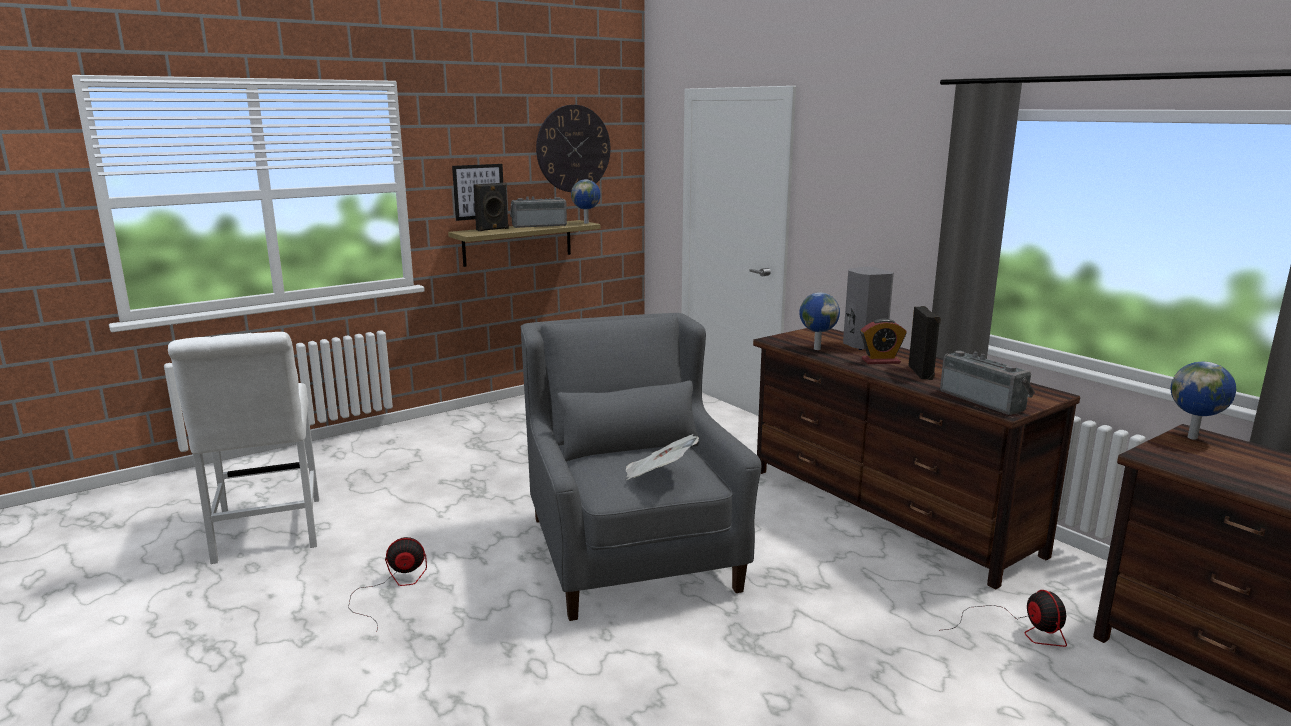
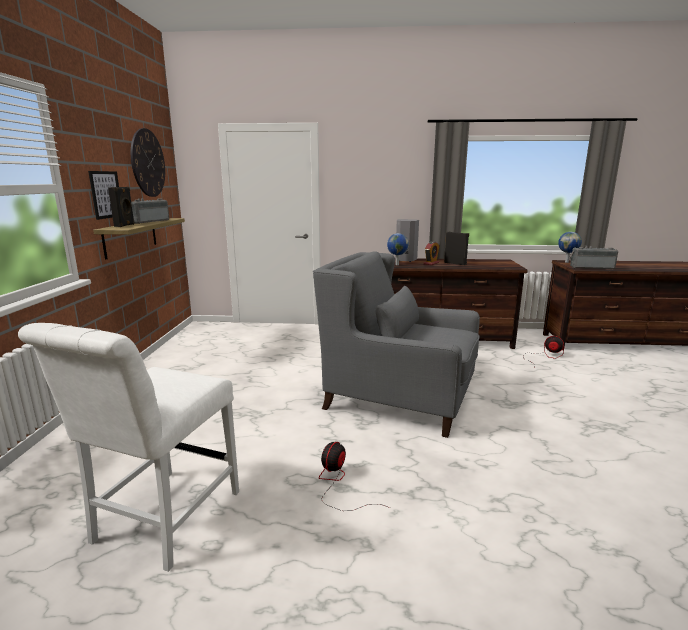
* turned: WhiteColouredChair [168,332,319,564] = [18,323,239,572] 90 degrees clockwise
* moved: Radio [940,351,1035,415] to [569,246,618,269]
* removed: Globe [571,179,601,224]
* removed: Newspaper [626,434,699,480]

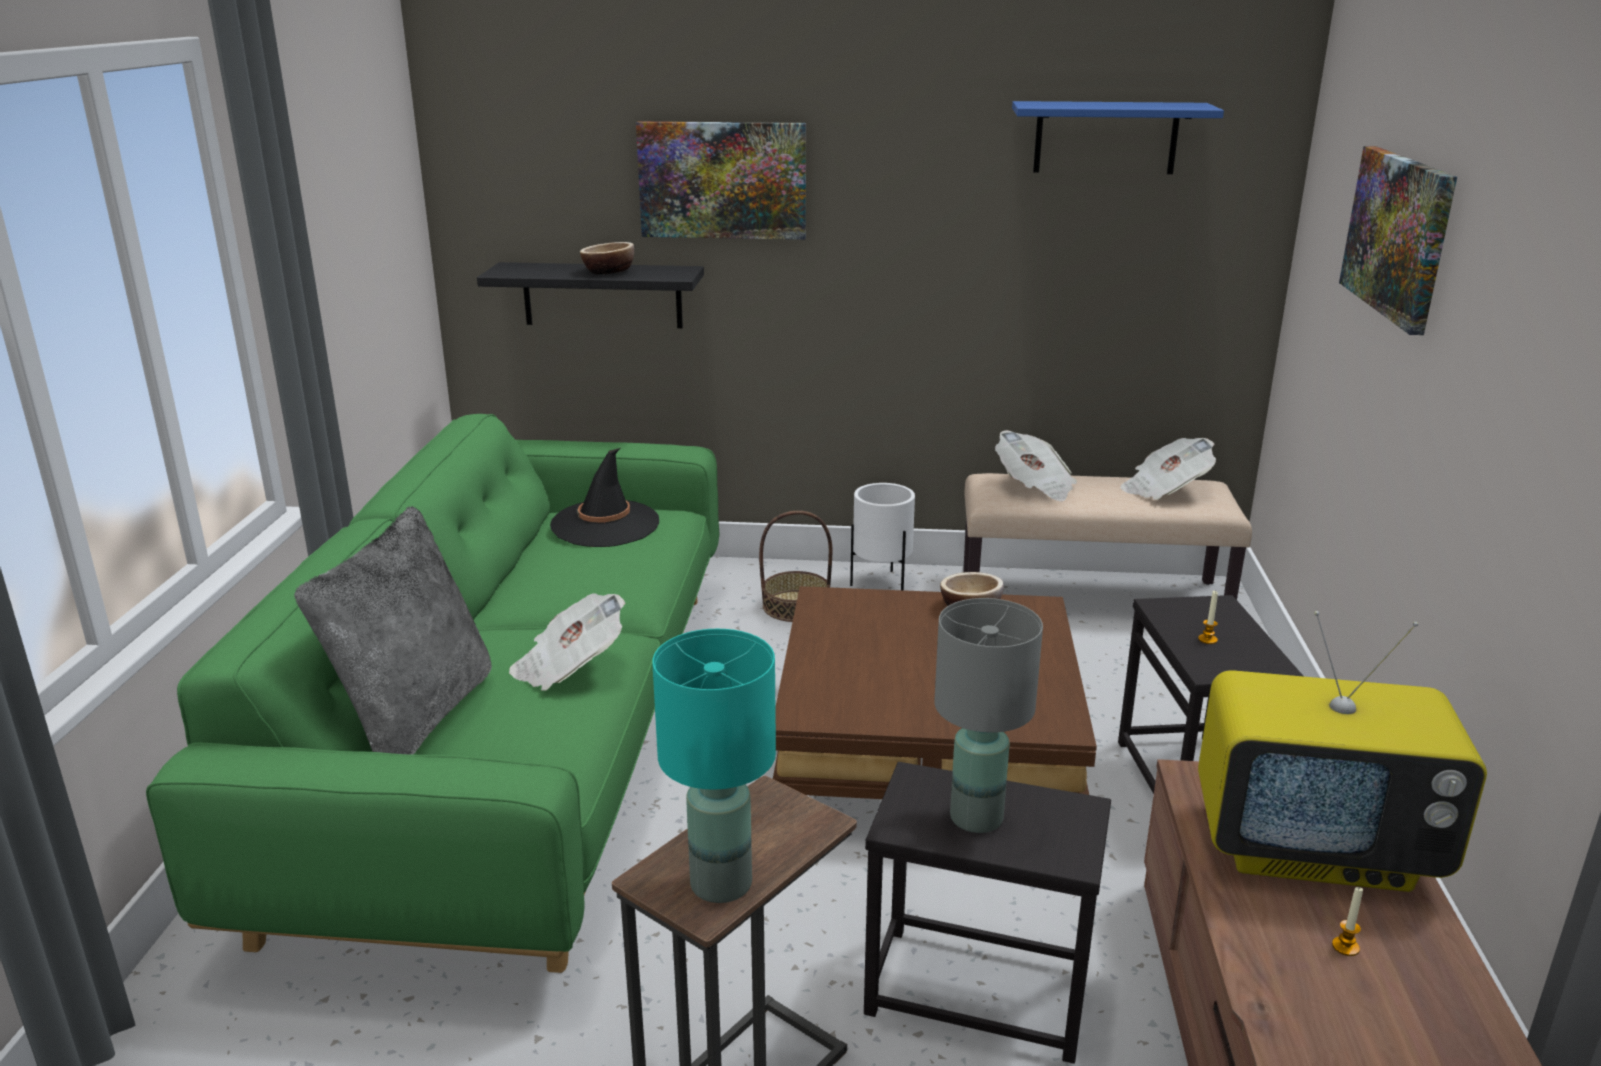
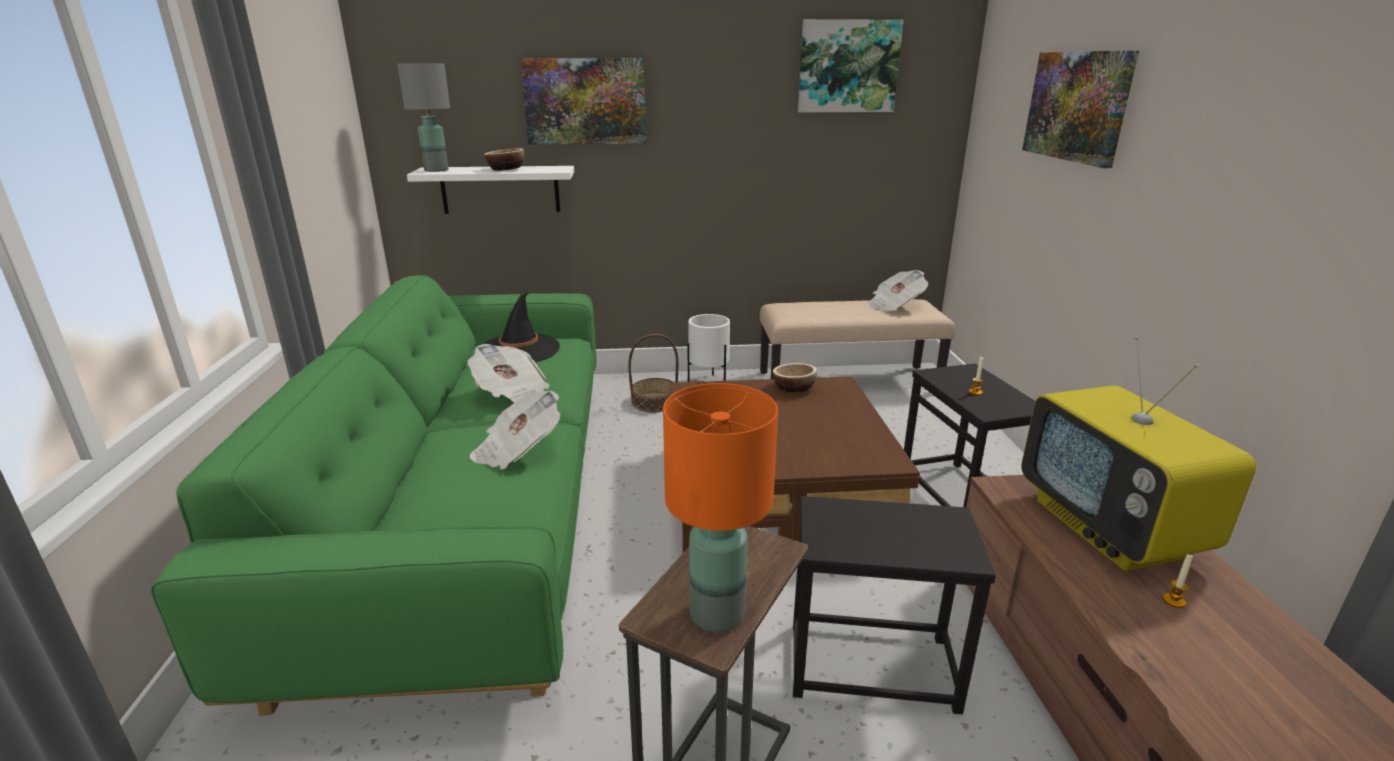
* moved: GreyTabletopLamp [934,598,1043,833] to [397,63,450,172]
* recoloured: BlackishBracketShelf [477,262,704,328] to WhiteColouredBracketShelf [407,166,574,214]
* moved: Newspaper [995,430,1077,502] to [467,344,550,403]
* recoloured: BlueGreenTabletopLamp [652,629,776,903] to OrangeyTabletopLamp [663,383,778,633]
* replaced: BlueBracketShelf [1012,101,1224,174] to Picture [798,19,903,112]
* turned: Tv [1198,611,1487,892] = [1021,336,1256,571] 75 degrees clockwise
* removed: GreyPillow [294,506,492,755]

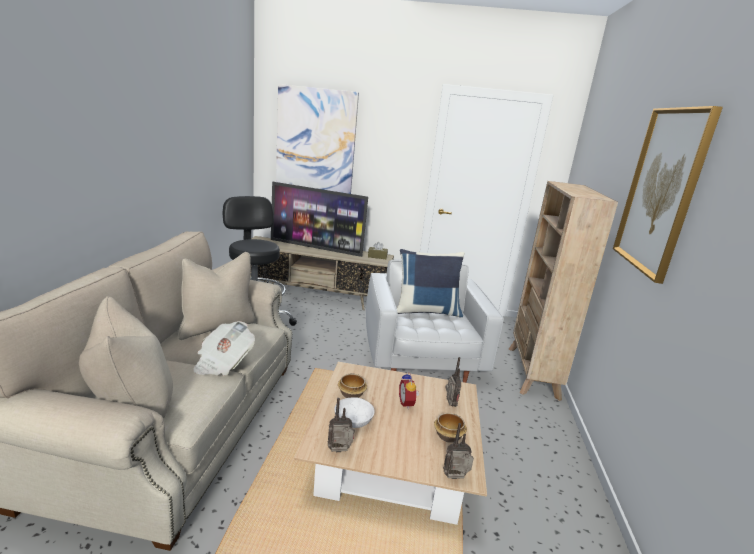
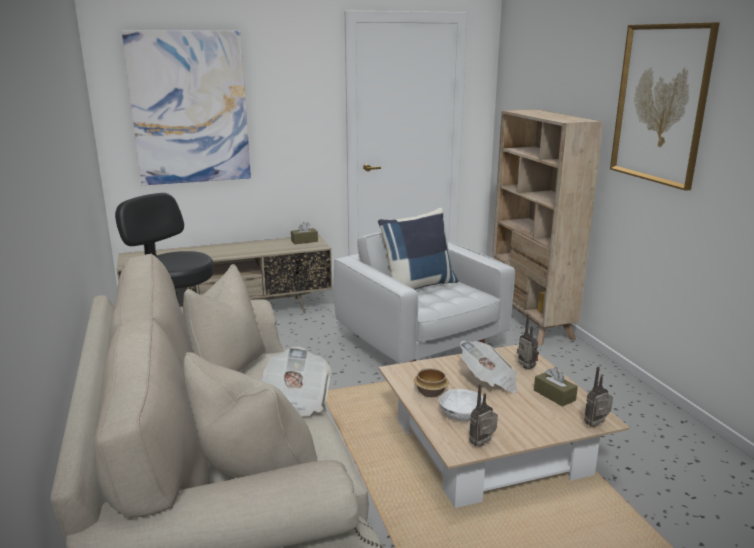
* replaced: TableClock [399,372,419,409] to Newspaper [460,341,517,393]
* replaced: Bowl [434,413,467,443] to BrownBoxOfTissues [534,367,578,407]
* removed: Tv [271,182,368,257]

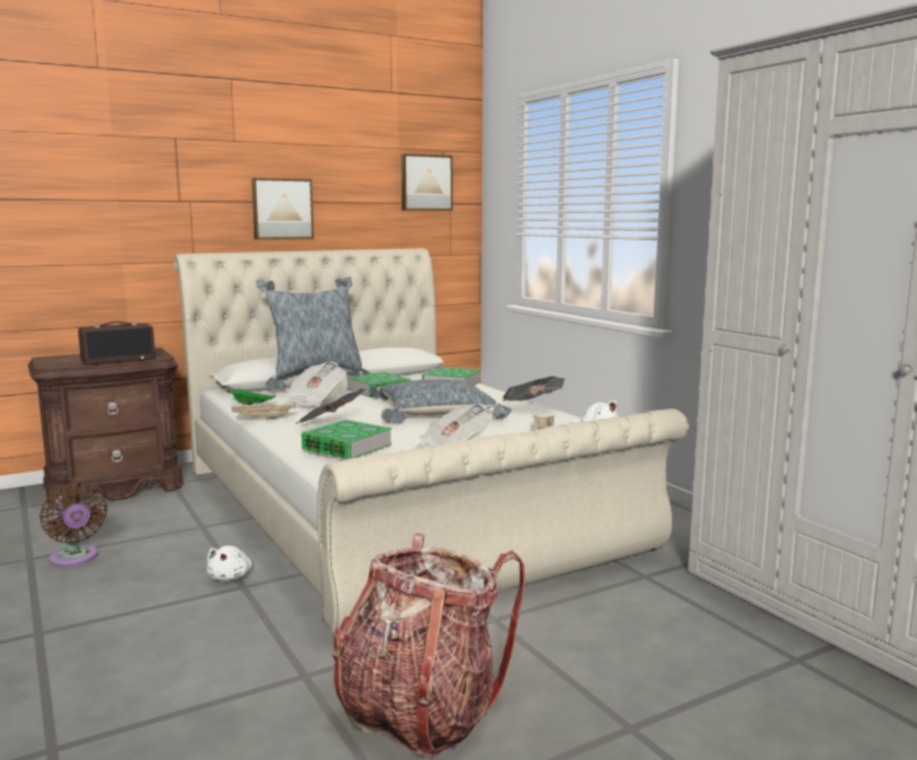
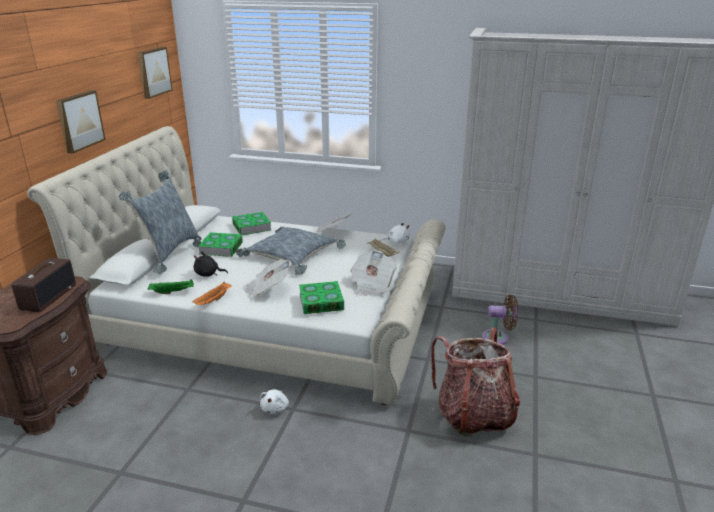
* recoloured: BeigeCarryingTray [232,402,296,420] to OrangeyCarryingTray [192,282,232,305]
* replaced: Newspaper [284,362,347,408] to BlackishPlushToy [194,251,228,277]
* turned: WhiteColouredPlushToy [207,546,252,582] = [260,389,289,414] 60 degrees clockwise
* moved: BrownFan [40,483,107,566] to [482,295,518,345]

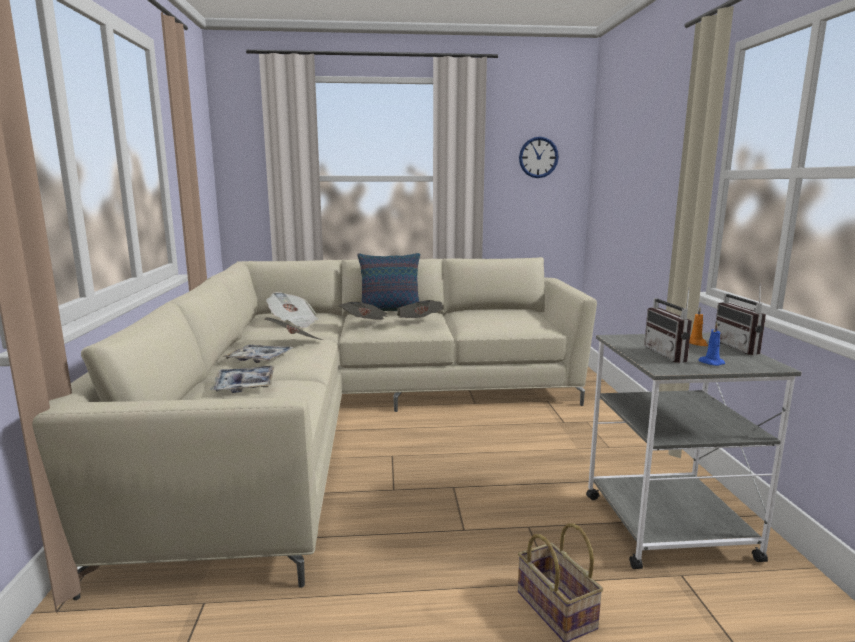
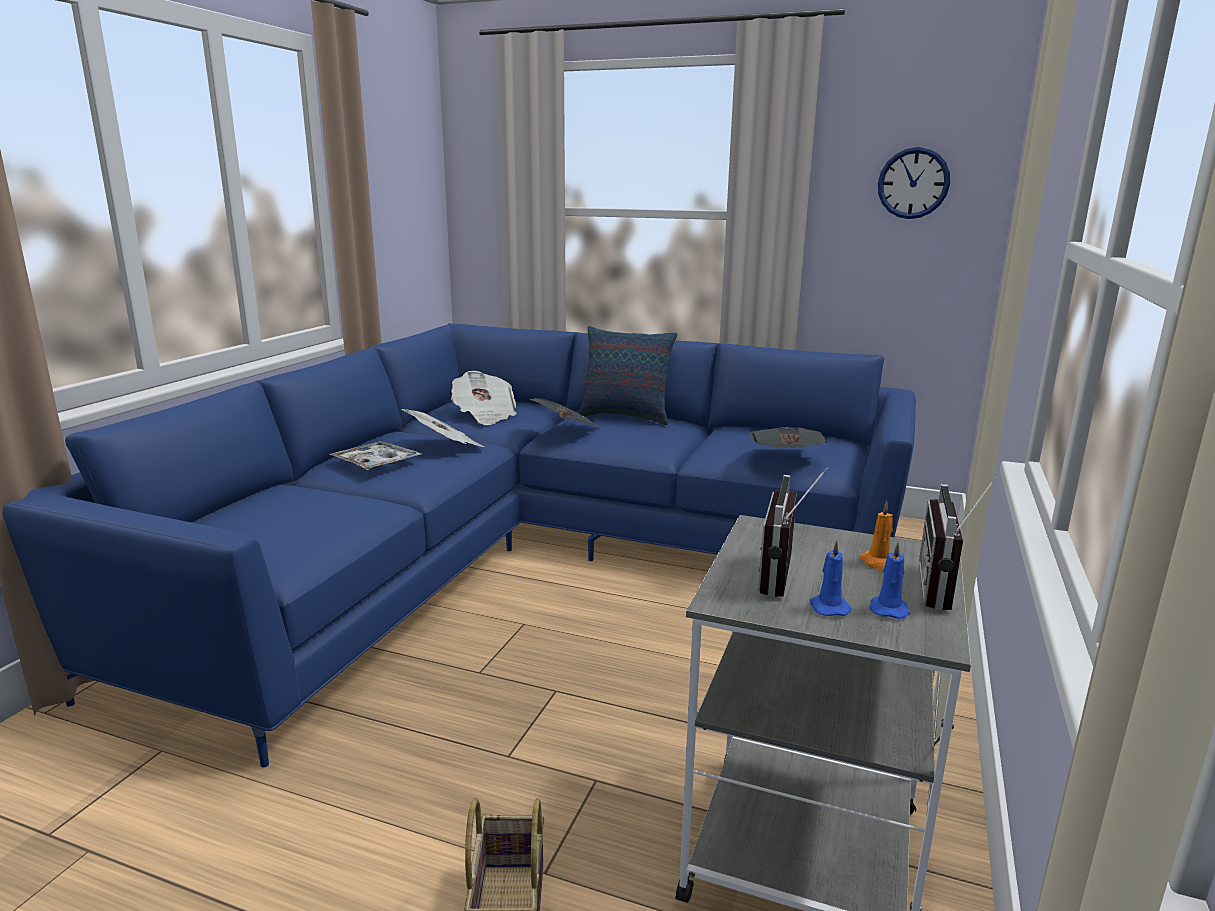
* recoloured: BeigeSofa [32,257,597,600] to BlueSofa [2,323,916,767]
* moved: Newspaper [397,300,444,318] to [749,427,827,448]
* added: BlueCandle [869,542,910,619]
* removed: CarryingTray [211,366,274,393]

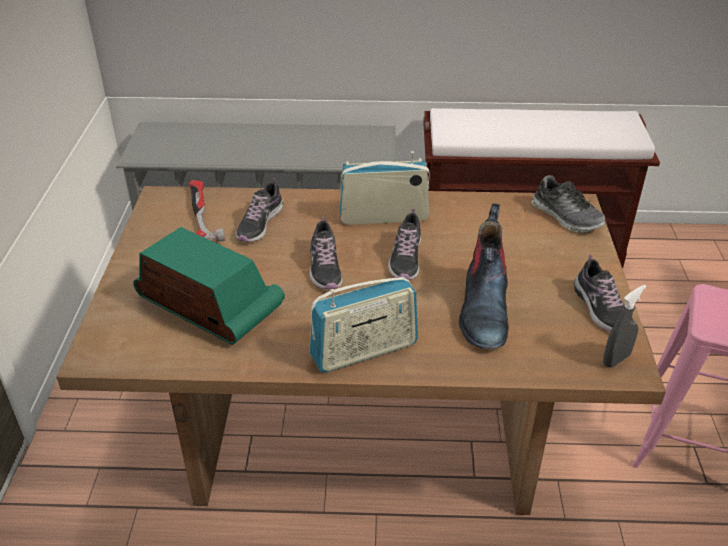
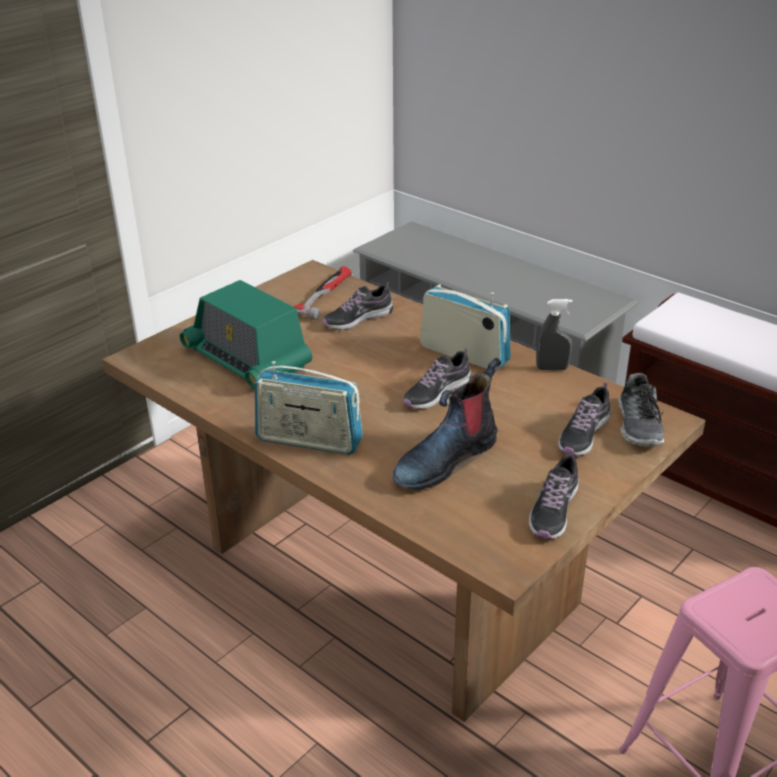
* turned: Radio [133,227,285,345] = [180,280,312,388] 150 degrees clockwise
* moved: GreySprayBottle [603,285,646,367] to [536,299,573,371]
* moved: LowShoe [310,216,343,290] to [558,382,611,456]

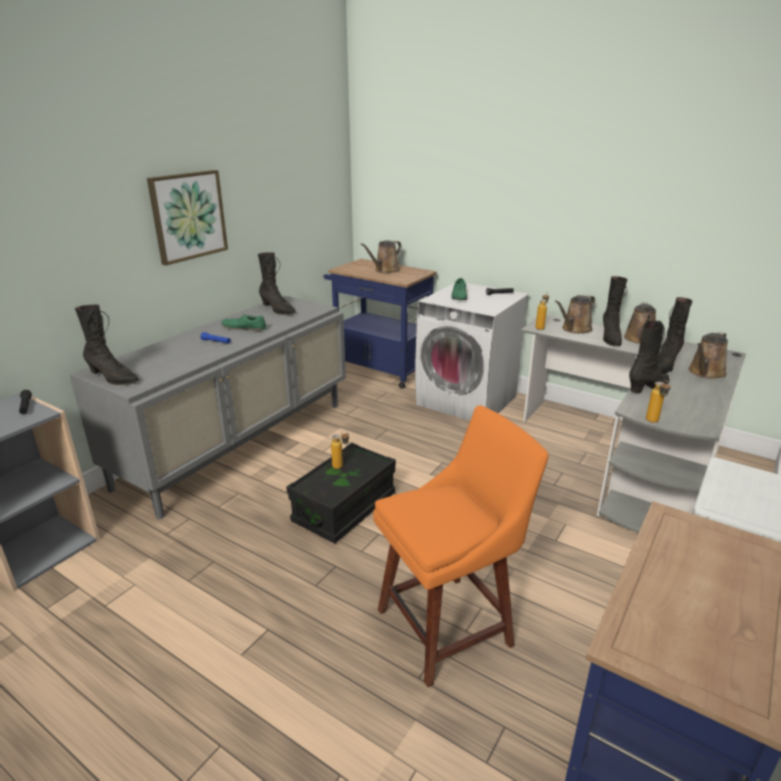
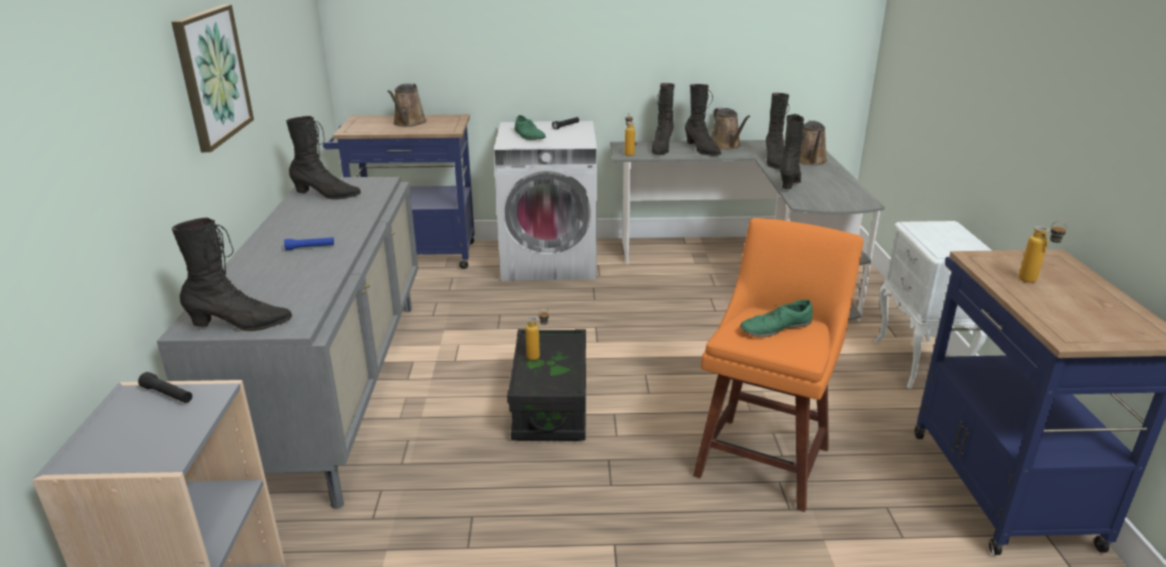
* replaced: BrownWateringCan [555,295,595,334] to BlackishTallBoot [652,83,675,155]
* moved: GreenishLowShoe [221,315,266,331] to [740,300,813,337]
* moved: BeverageBottle [646,380,671,422] to [1019,221,1067,283]

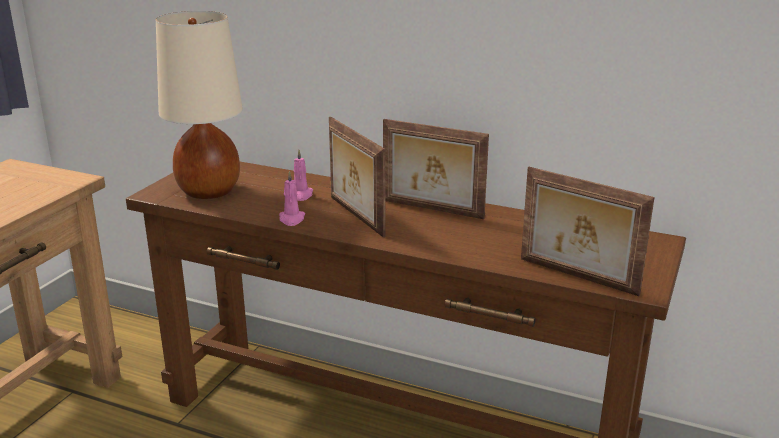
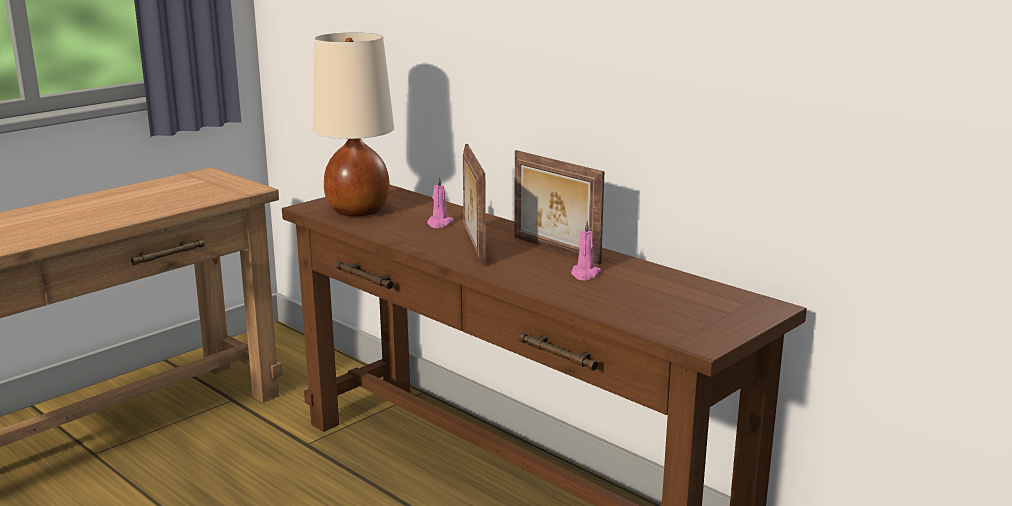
* moved: PinkColouredCandle [279,171,305,226] to [571,220,601,280]
* removed: StandingFrame [521,167,654,296]

